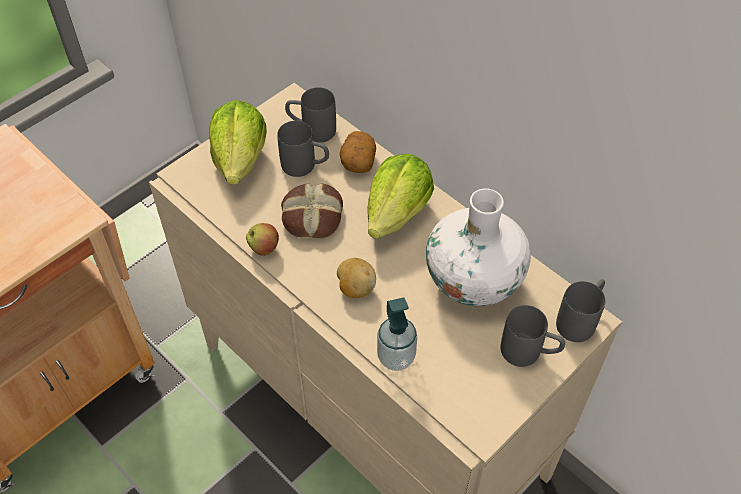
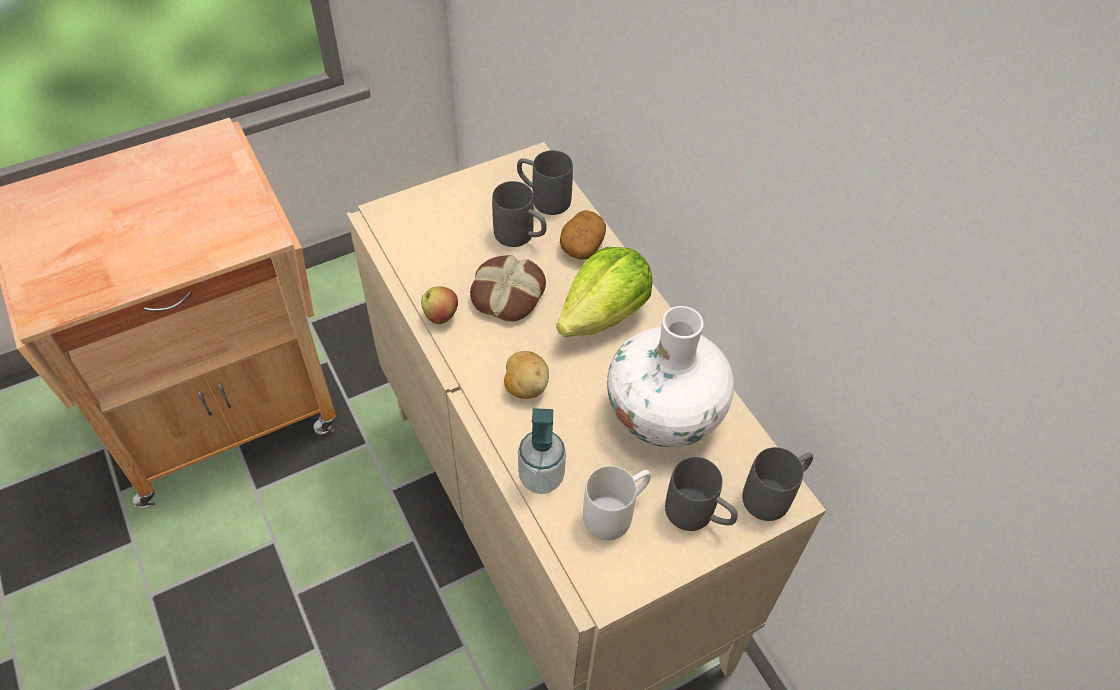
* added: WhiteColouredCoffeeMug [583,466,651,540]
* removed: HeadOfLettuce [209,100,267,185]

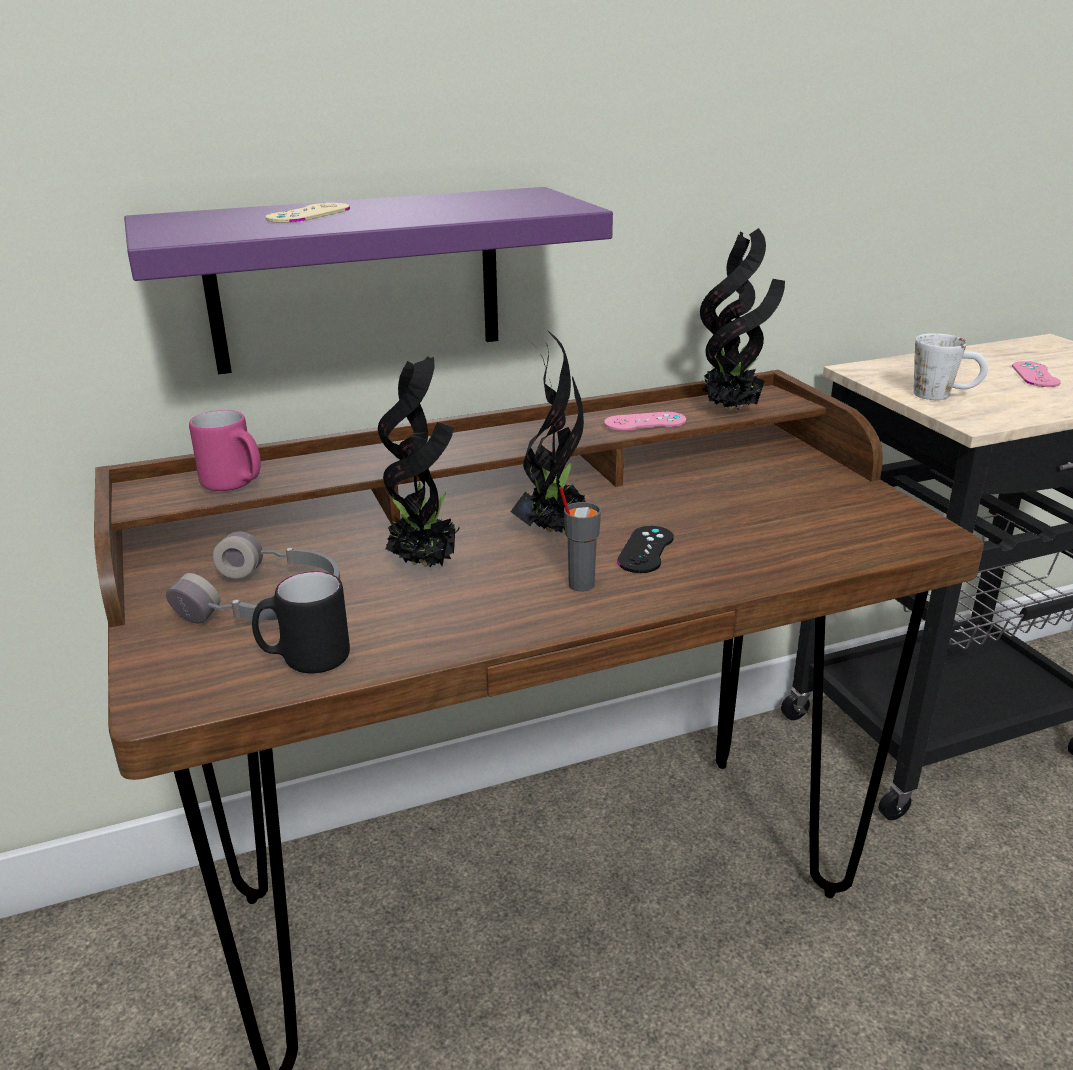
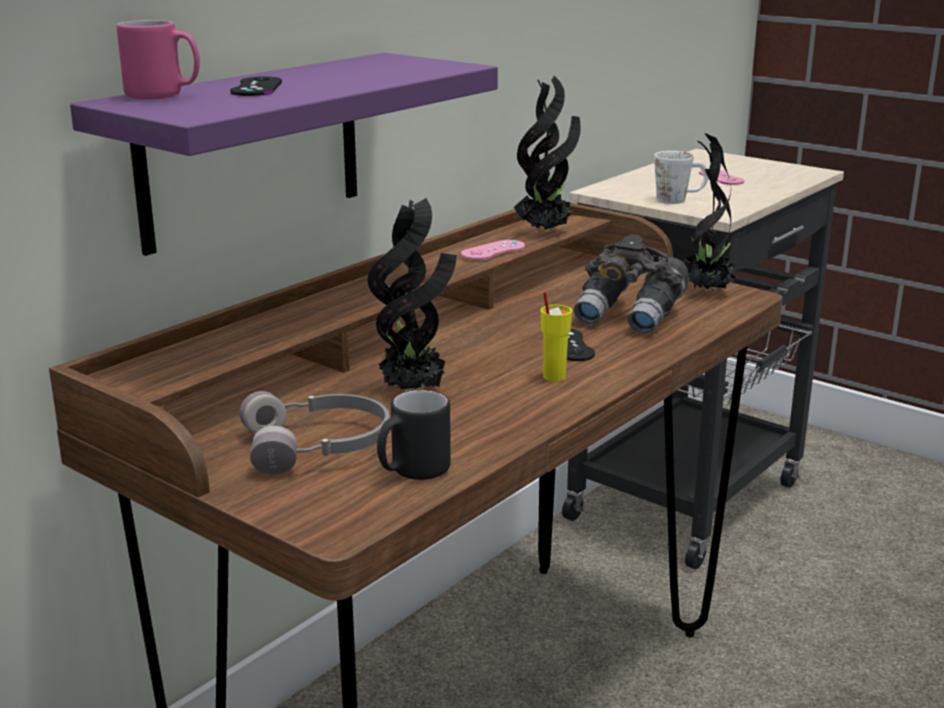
* moved: PinkColouredCoffeeMug [189,410,261,491] to [117,20,200,100]
* recoloured: BeigeGamepad [265,203,350,223] to BlackishGamepad [230,76,282,96]
* recoloured: GreyCup [559,487,601,592] to YellowColouredCup [541,292,572,381]
* added: GreyPairOfBinoculars [574,234,689,335]
* moved: PottedPlant [510,329,587,533] to [684,133,736,292]

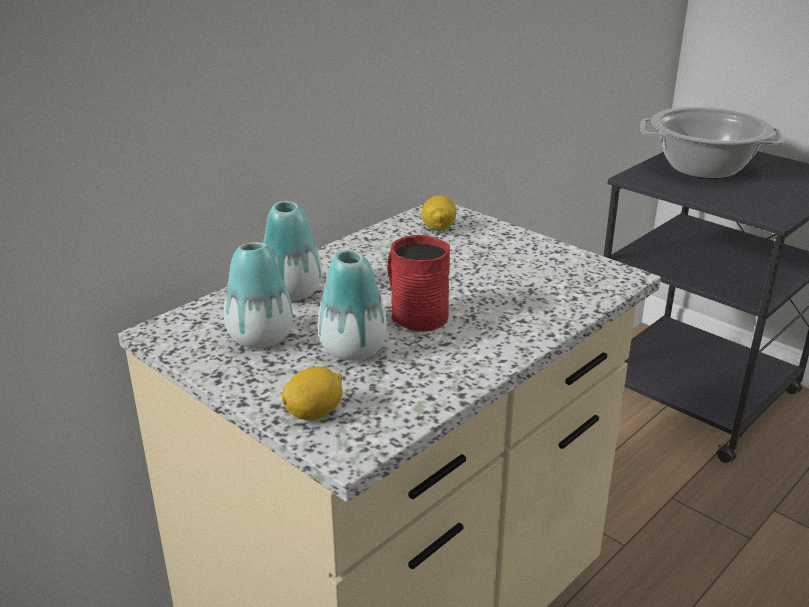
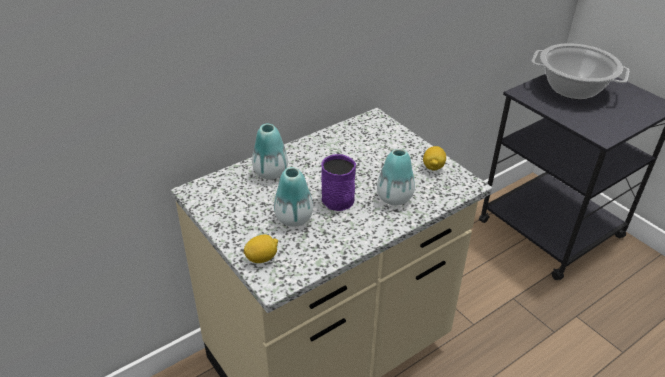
* recoloured: RedCoffeeMug [387,235,450,332] to PurpleCoffeeMug [321,154,356,211]
* moved: Vase [224,242,293,349] to [377,149,415,205]
* moved: WholeLemon [422,195,456,231] to [423,146,446,170]

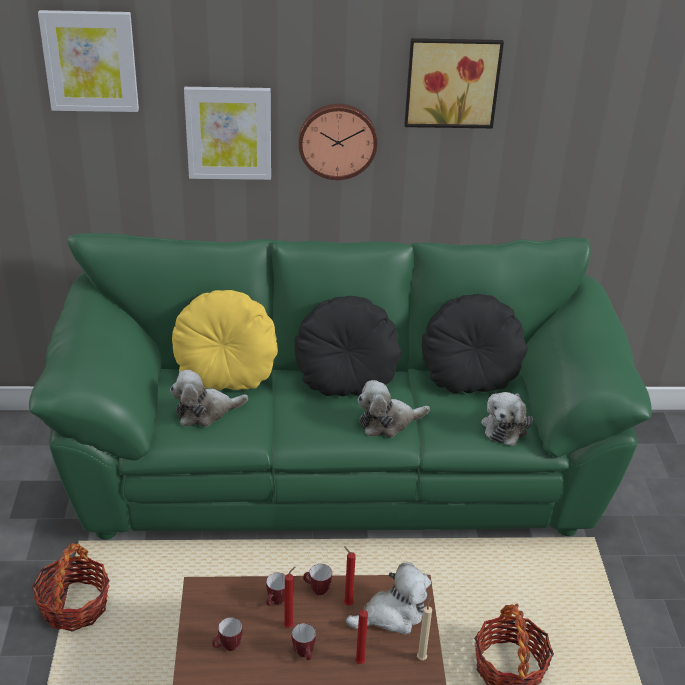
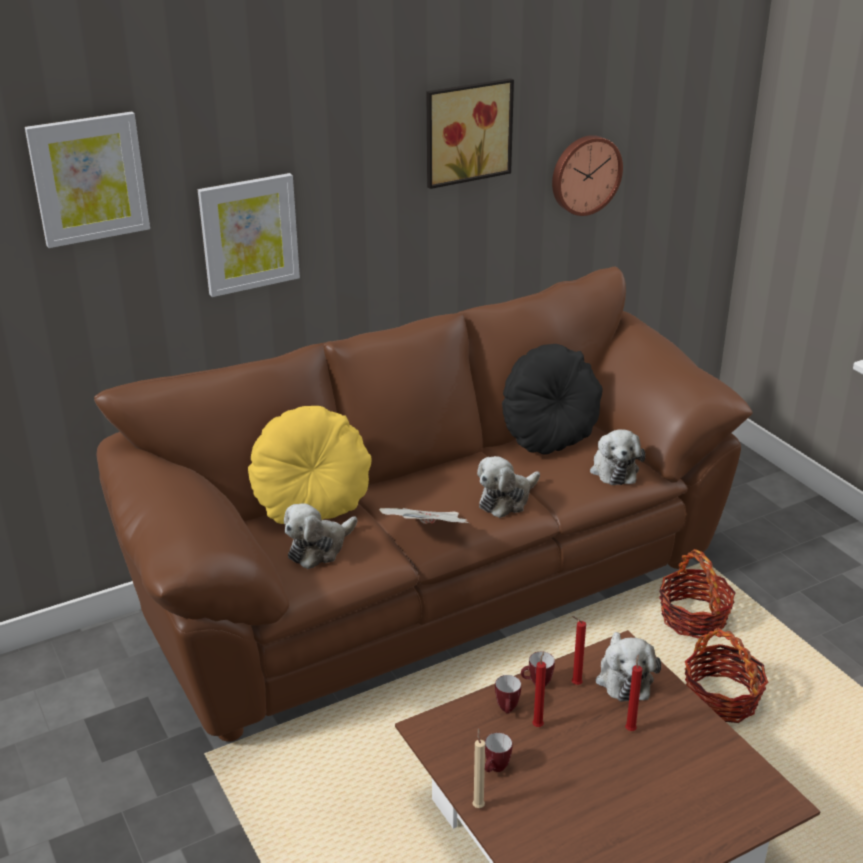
* recoloured: GreenishSofa [29,233,651,540] to BrownSofa [94,267,753,742]
* added: Newspaper [379,508,469,524]
* moved: BeigeCandle [417,597,432,660] to [472,728,485,808]
* moved: ClockOnTheWall [299,104,377,180] to [552,135,623,216]
* turned: PlushToy [346,562,431,635] = [596,632,661,702] 135 degrees clockwise
* moved: StorageBasket [32,543,110,632] to [659,549,736,639]
* removed: CoffeeMug [292,623,316,660]
* removed: BlackishPillow [294,296,402,396]

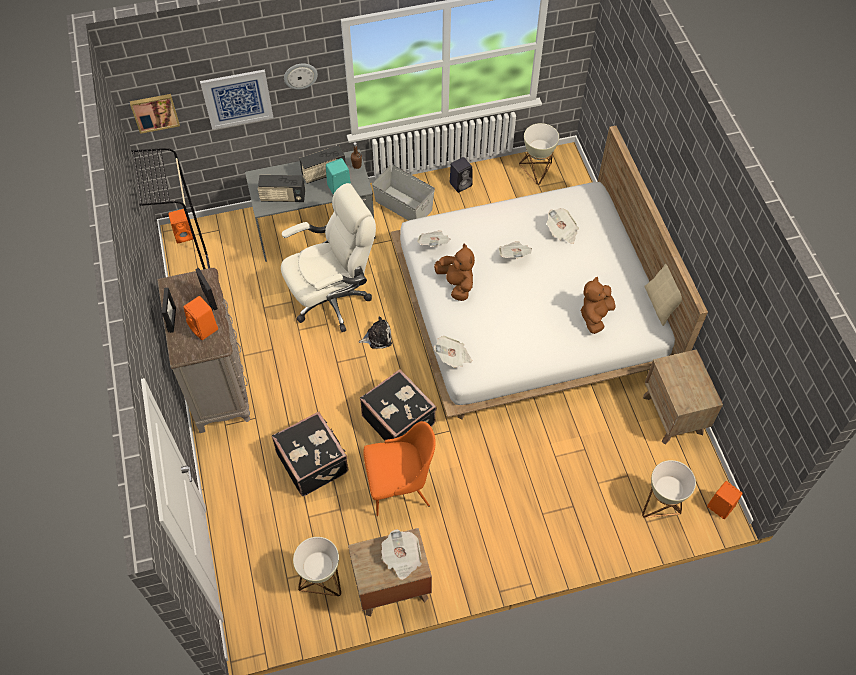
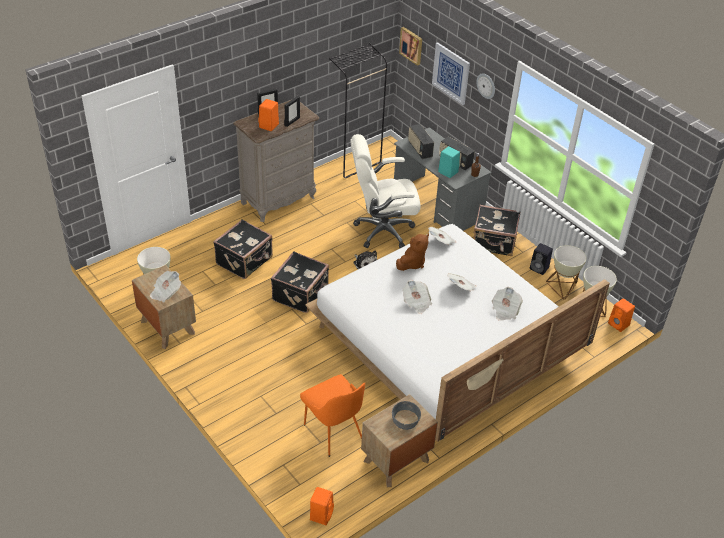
* moved: OrangeyChair [363,421,436,516] to [300,374,365,457]
* turned: WhiteColouredDeskChair [281,183,376,332] = [351,134,421,248] 135 degrees clockwise
* added: GreyBowl [392,401,421,430]
* moved: Newspaper [434,336,472,368] to [402,280,432,314]
* replaced: GreyStorageBin [372,165,435,221] to BlackishPieceOfLuggage [474,205,520,256]
* moved: PlantPot [642,460,696,518] to [546,245,586,299]
* moved: OrangeySpeaker [168,209,193,243] to [608,298,635,332]
* removed: BrownPlushToy [581,277,615,334]

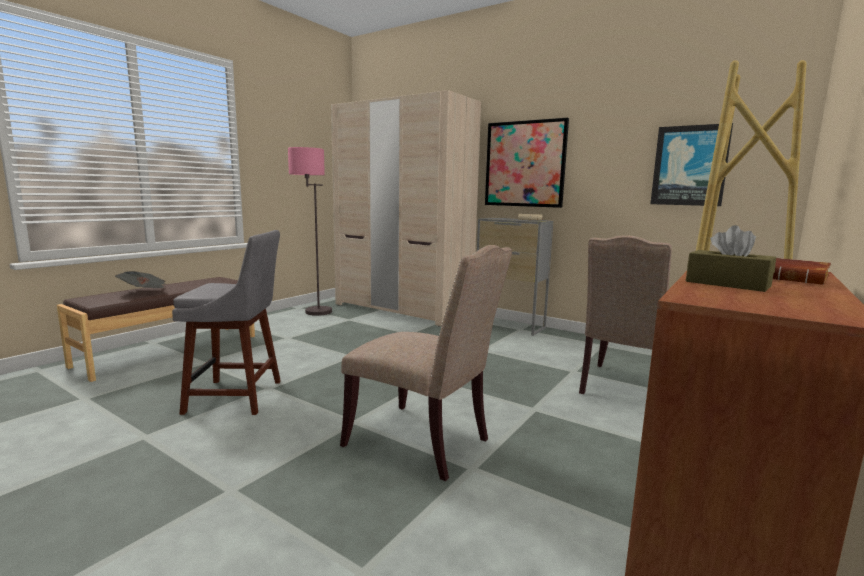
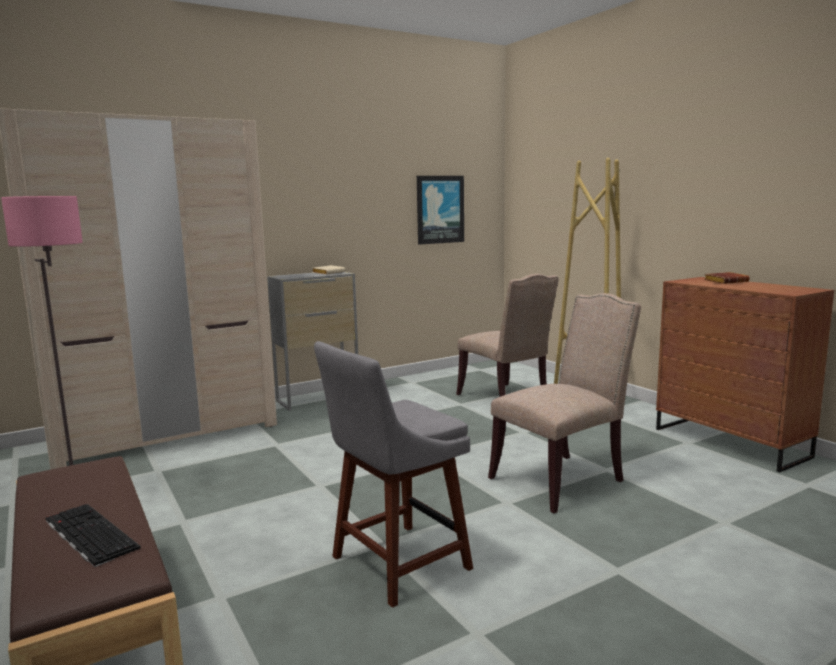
* replaced: Newspaper [115,271,165,288] to ComputerKeyboard [45,504,141,567]
* turned: GreyChair [172,230,281,415] = [314,341,473,608] 150 degrees counterclockwise
* removed: Picture [485,118,569,208]
* removed: BrownBoxOfTissues [686,225,776,292]

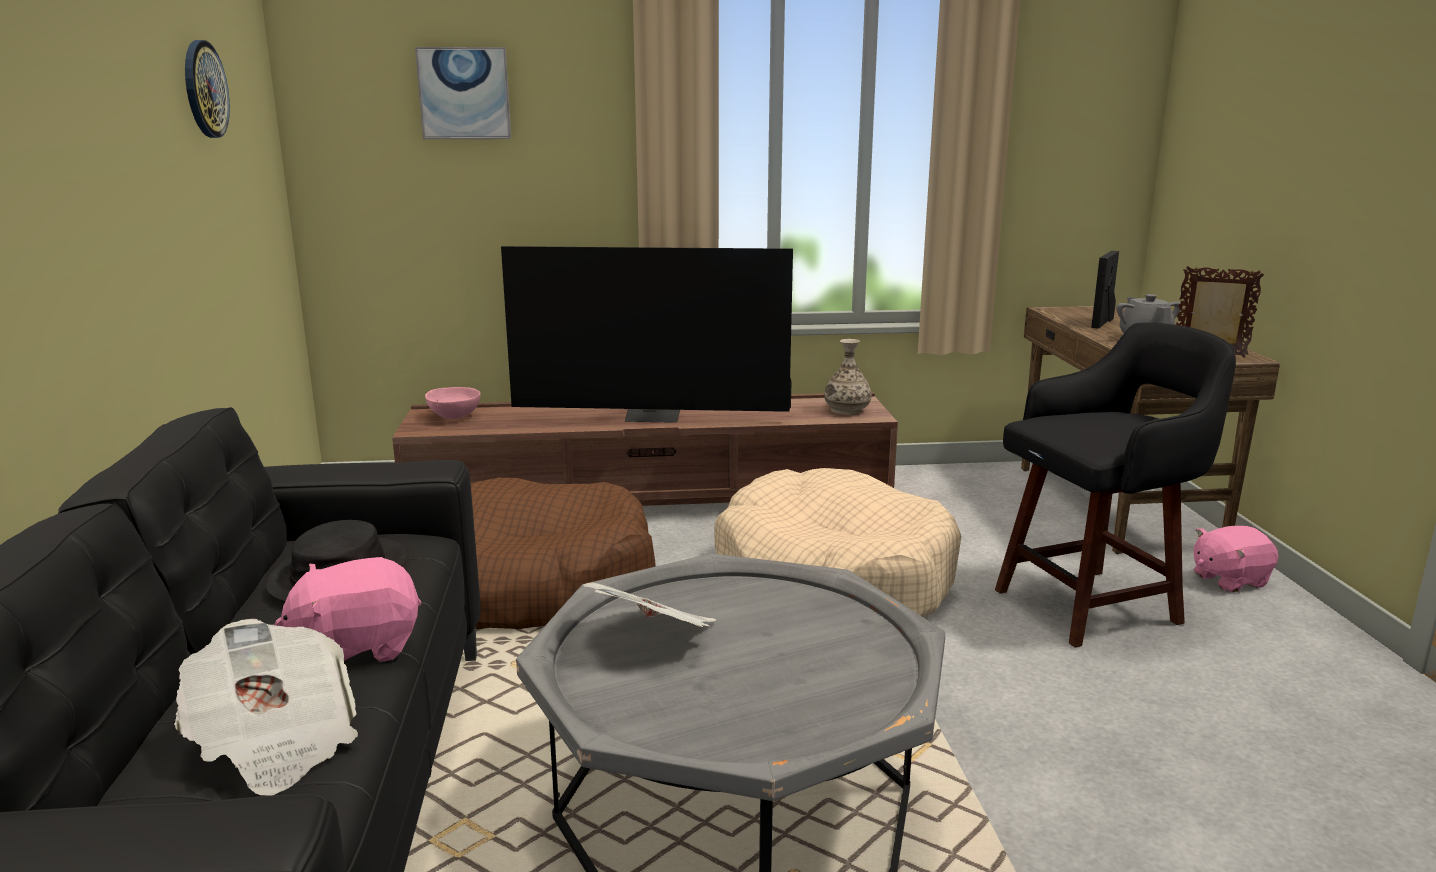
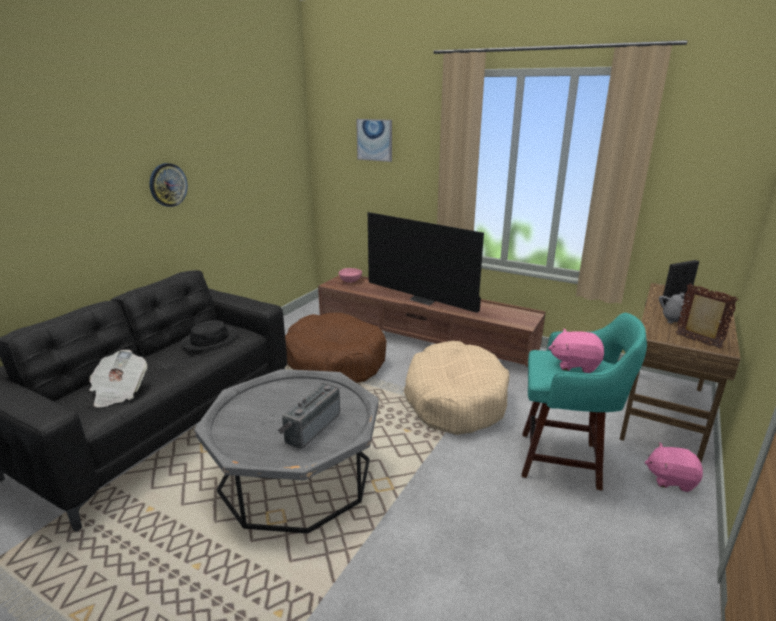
* moved: ClockOnTheWall [185,40,230,138] to [150,163,188,207]
* added: Radio [278,383,340,449]
* recoloured: BlackishSittingStool [995,323,1236,647] to BlueGreenSittingStool [522,313,647,491]
* moved: PinkColouredPlushToy [274,557,421,662] to [548,328,604,373]
* removed: Newspaper [583,582,716,627]
* removed: Vase [824,339,871,415]

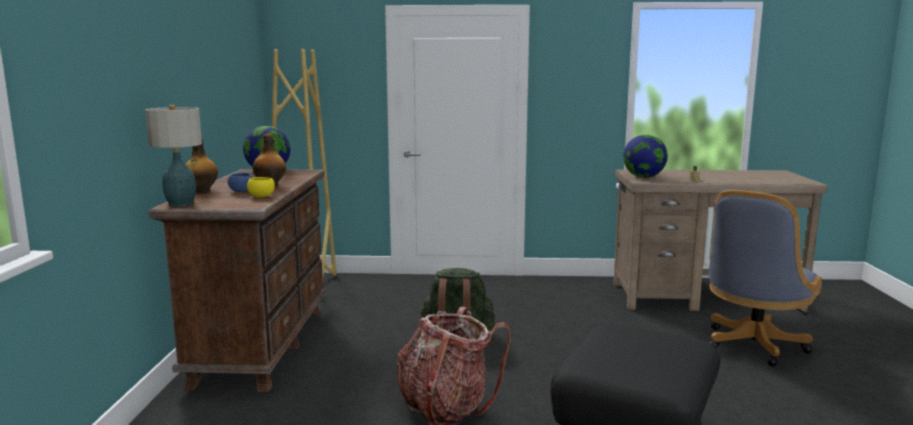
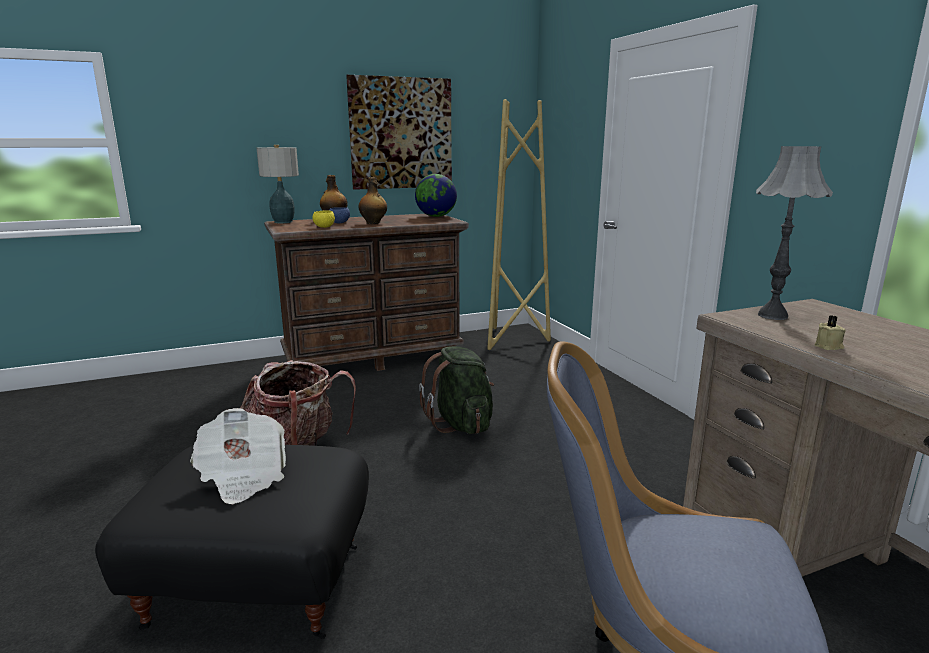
* added: Newspaper [190,408,286,504]
* added: Picture [346,75,452,190]
* replaced: Globe [623,135,668,178] to GreyTabletopLamp [756,146,833,320]

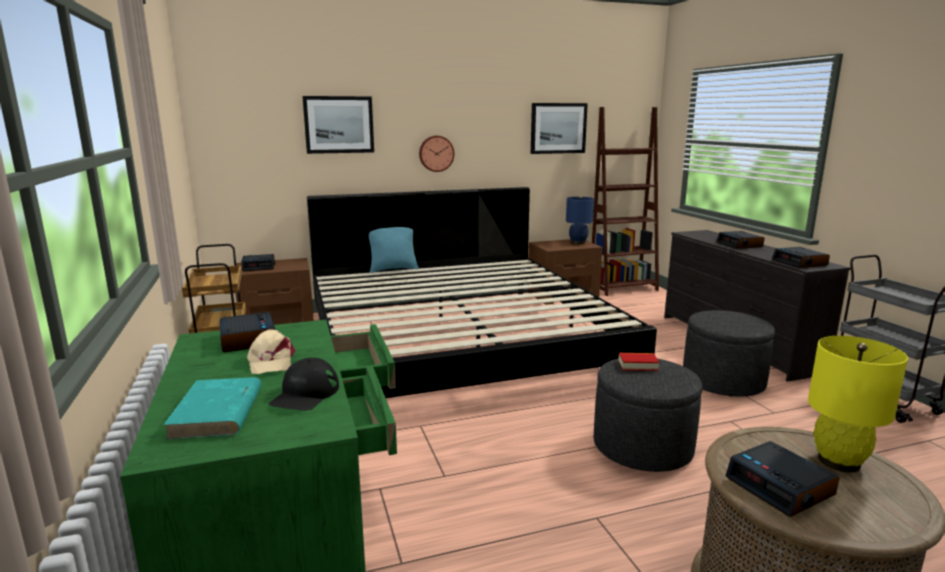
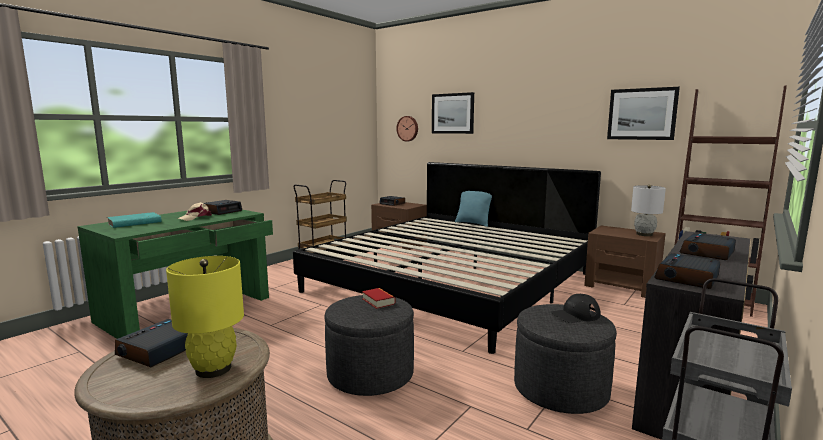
* moved: ClockOnTheWall [419,136,454,172] to [396,116,418,141]
* moved: BlackishPeakedCap [269,358,339,410] to [551,294,601,323]
* recoloured: BlueTabletopLamp [566,196,594,245] to WhiteColouredTabletopLamp [631,185,666,236]

